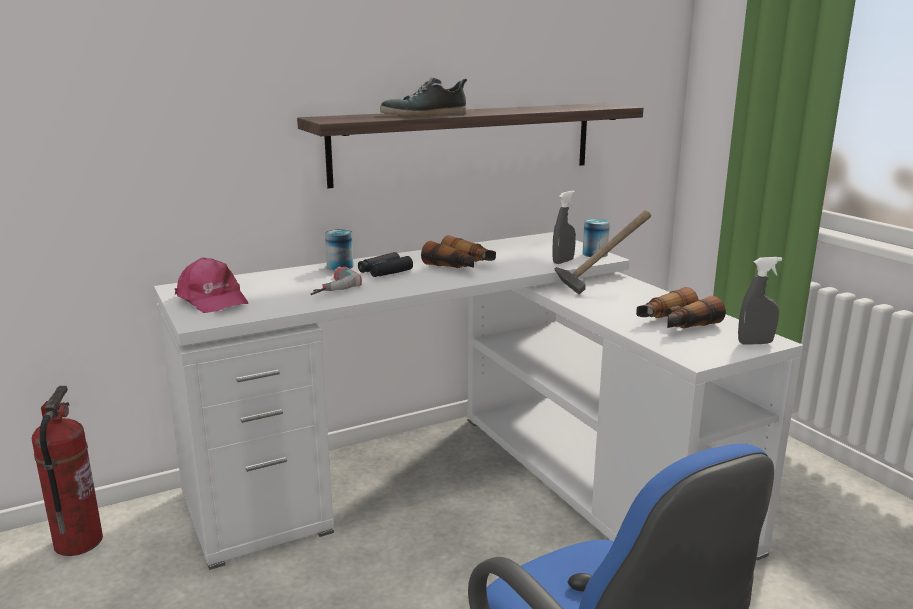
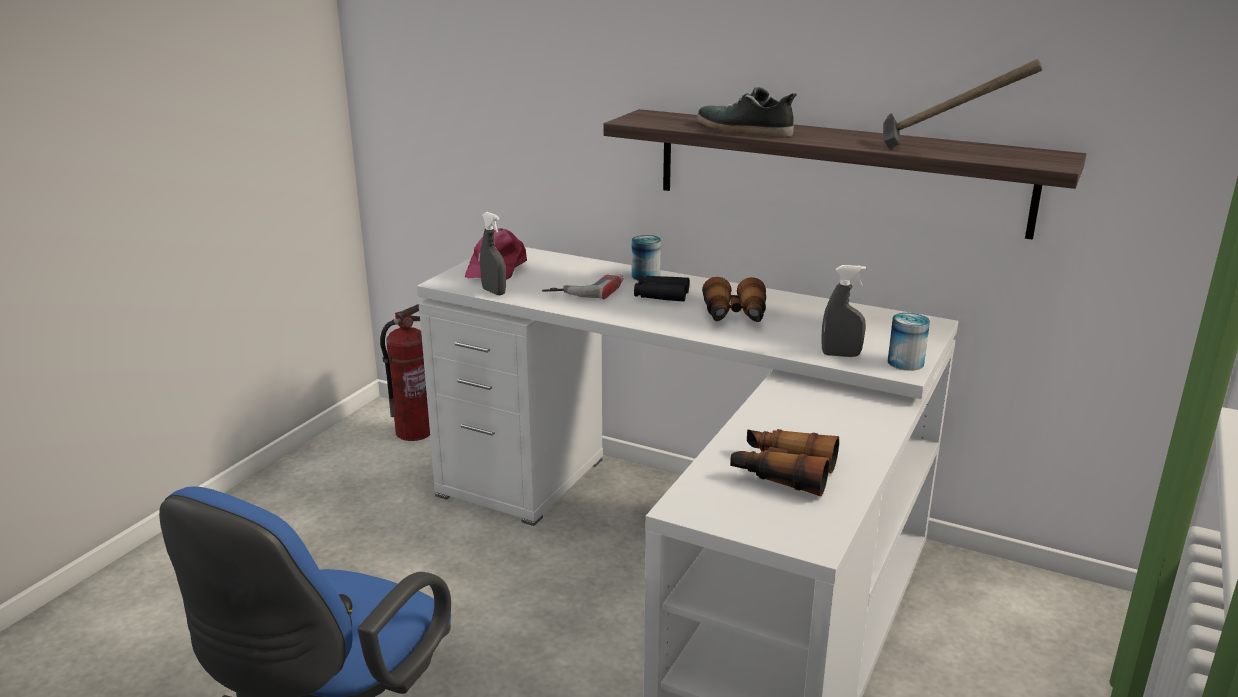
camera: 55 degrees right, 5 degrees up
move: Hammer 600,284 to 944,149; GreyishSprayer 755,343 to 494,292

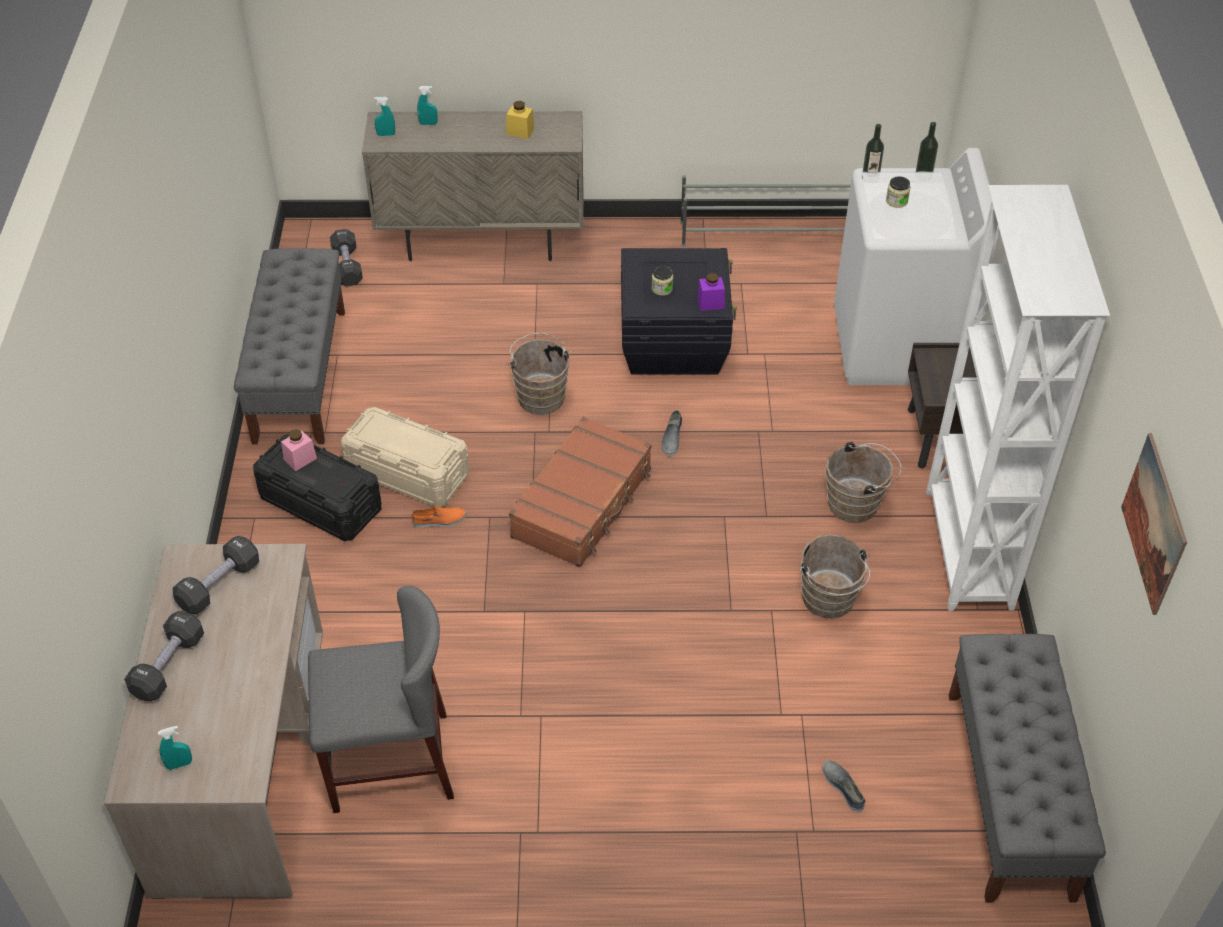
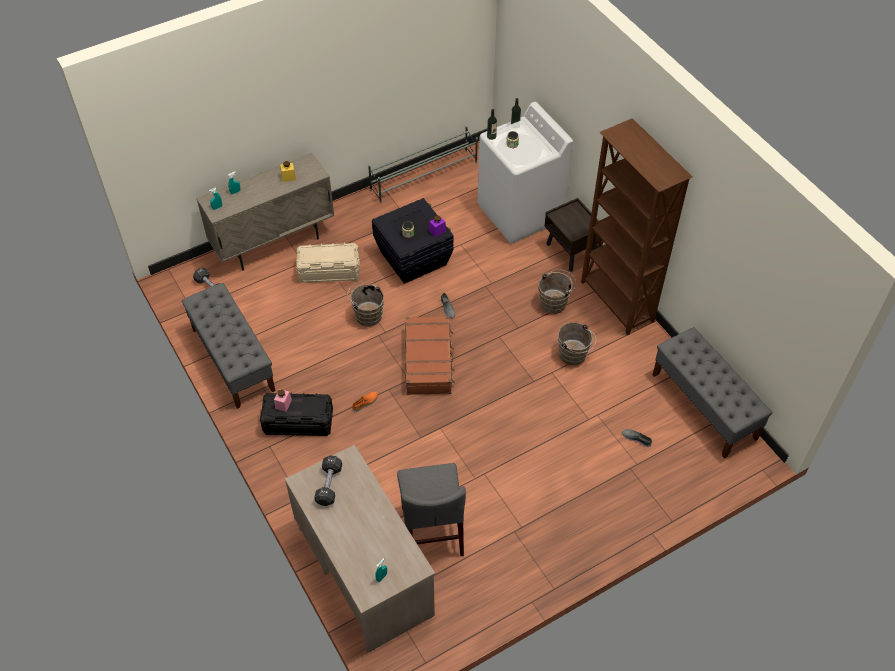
camera: 30 degrees left, 5 degrees up
delete: BlackDumbbell 168,666; Picture 1154,523
move: SandColouredStorageBox 407,472 to 329,271
recolor: WhiteColouredBookshelf 967,550 to BrownishBookshelf 616,302
rotate: GreyishChair 390,762 = 432,531 120 degrees clockwise

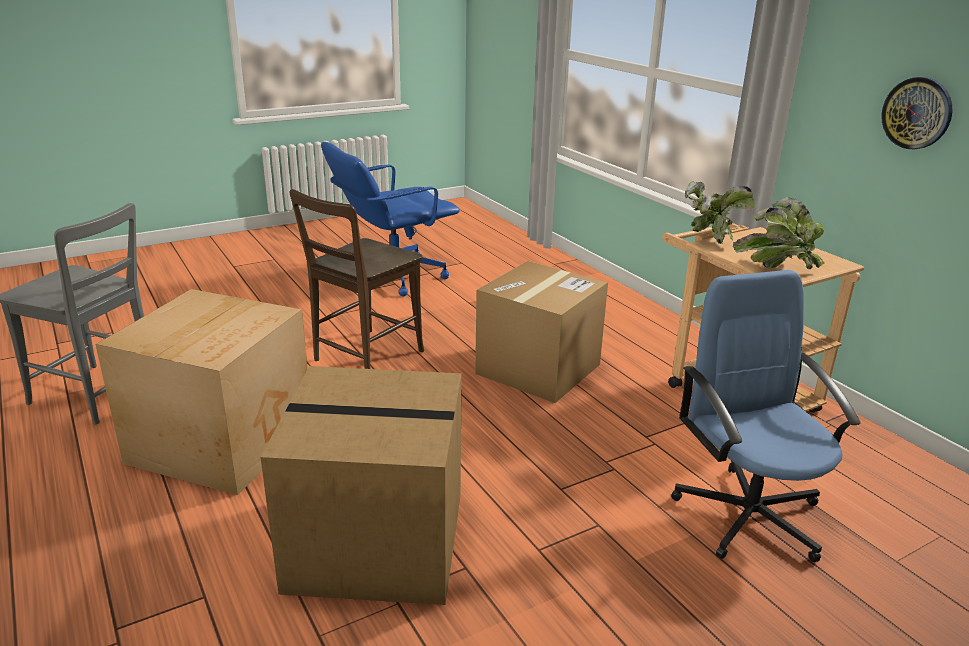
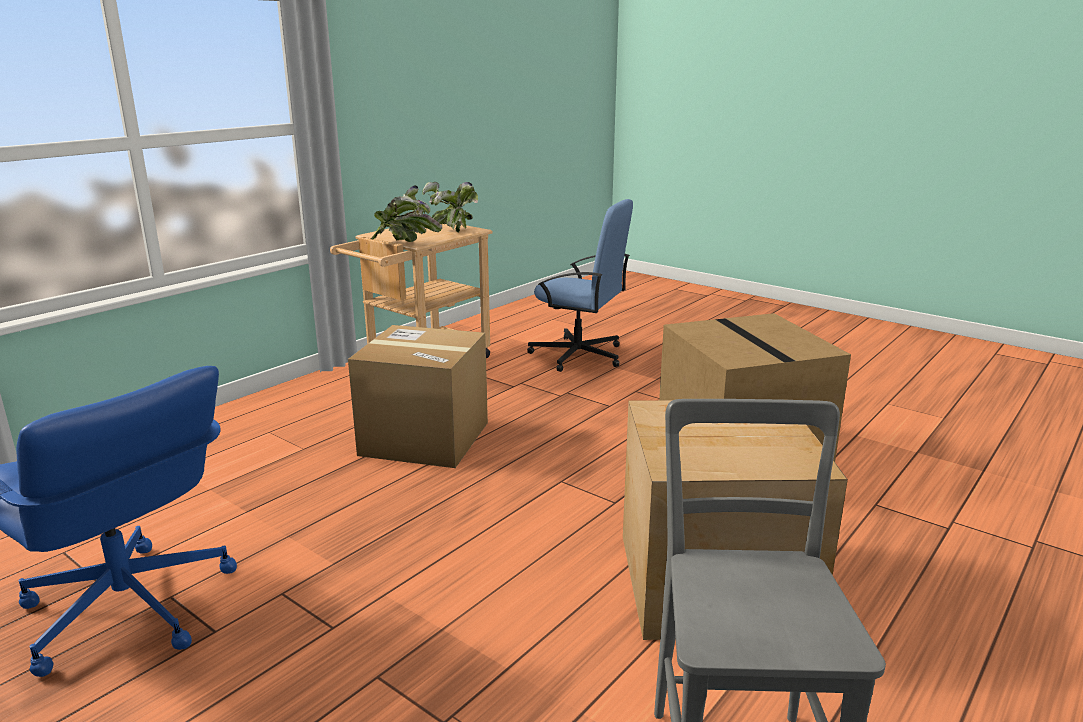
camera: 110 degrees left, 5 degrees down
delete: BrownishChair 364,358; ClockOnTheWall 917,113
rotate: BlueComputerChair 749,514 = 579,355 120 degrees counterclockwise

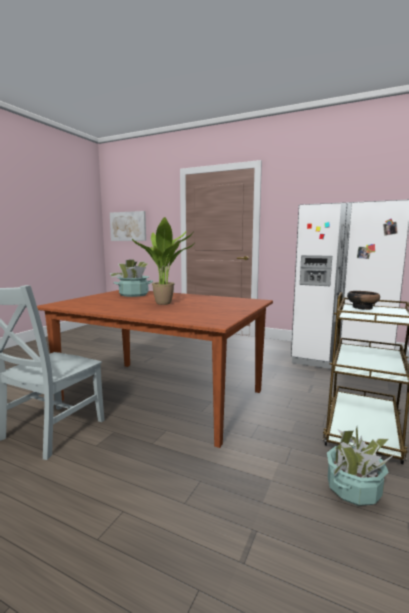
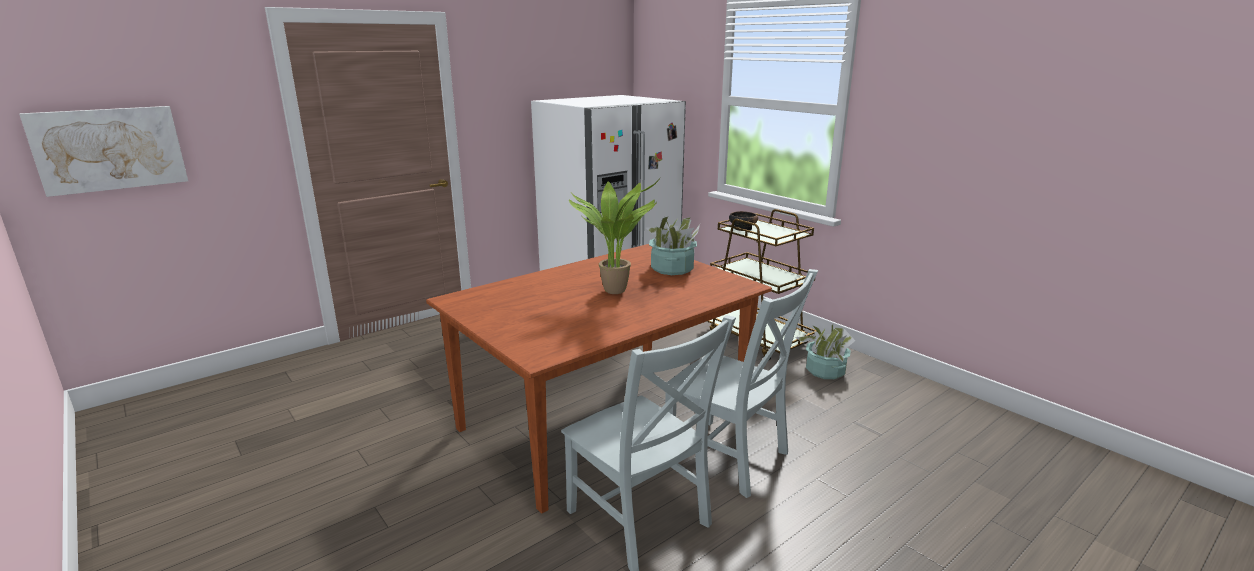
camera: 65 degrees left, 10 degrees up
insert: GreyishChair 730,458
move: Houseplant 134,294 to 672,269

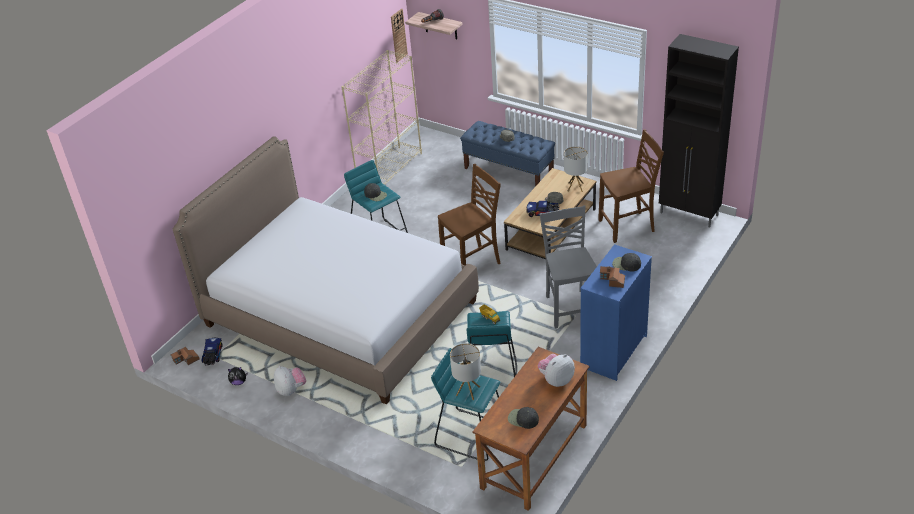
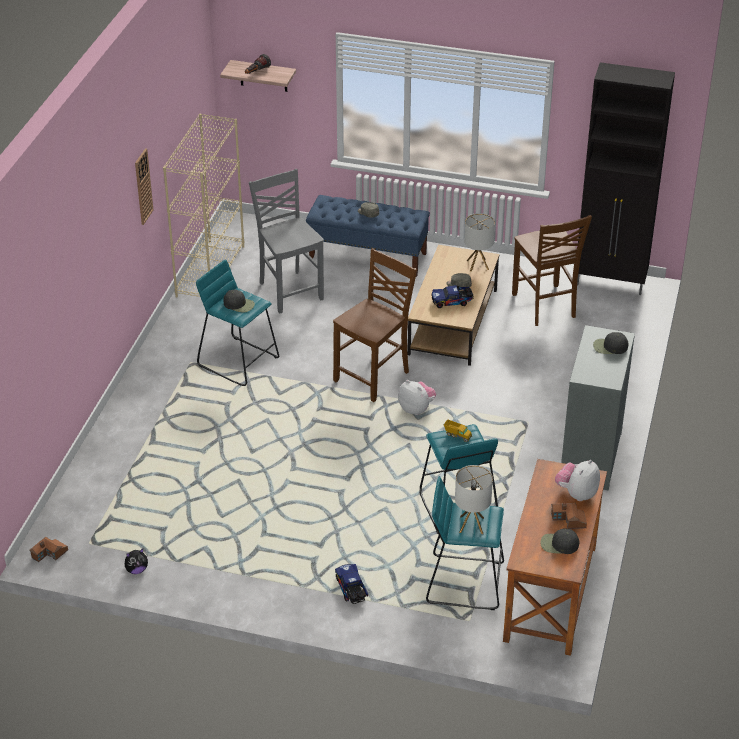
camera: 20 degrees left, 0 degrees up
delete: BedroomBed 340,313
move: ToyTruck 212,356 to 351,590; CuddlyToy 291,390 to 416,409; ClockOnTheWall 398,35 to 143,186; GreyishChair 569,308 to 290,291; ModelHouse 612,280 to 568,520
recolor: BlueDresser 613,351 to GreyishDresser 590,457
rotate: BrownishChair 628,226 = 545,306 105 degrees clockwise

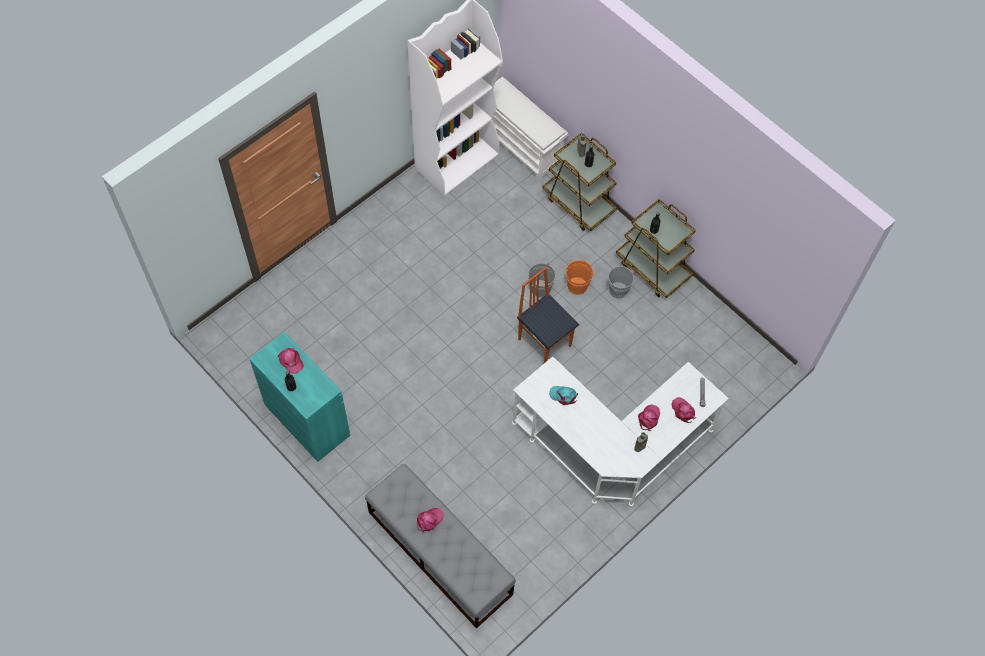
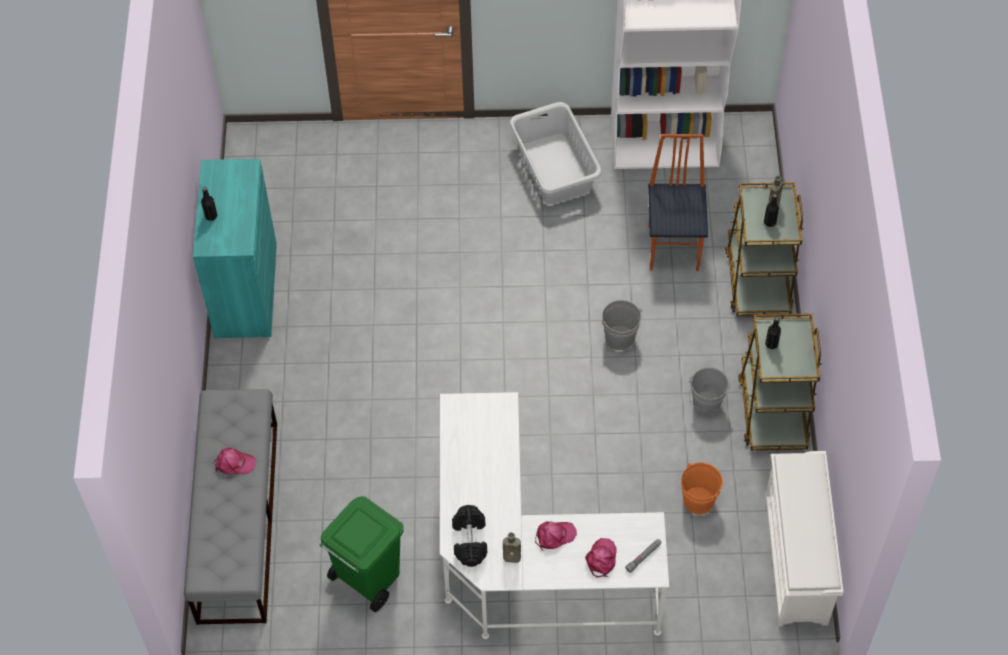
camera: 45 degrees right, 5 degrees down
delete: PinkColouredCap 291,361; BlueGreenCap 563,396
insert: GreenColouredRubbishBin 367,579; BlackDumbbell 469,540; GreyishHamper 555,168
move: WhiteColouredShoeStand 521,146 to 797,561; Chair 544,342 to 674,247; OrangeyPail 577,286 to 698,501

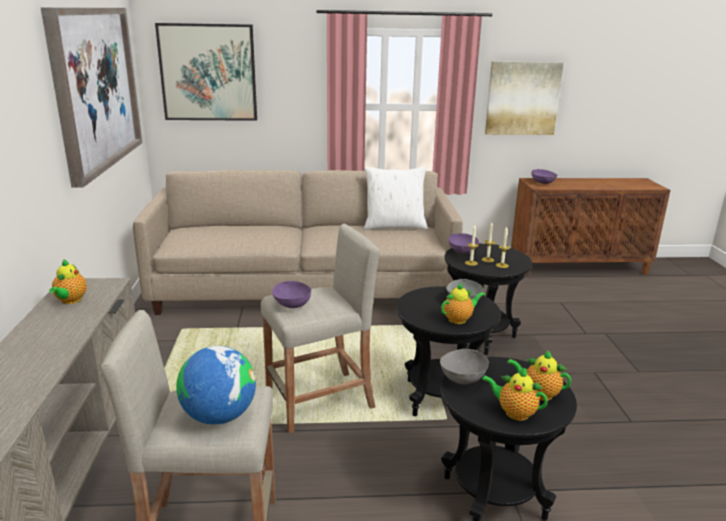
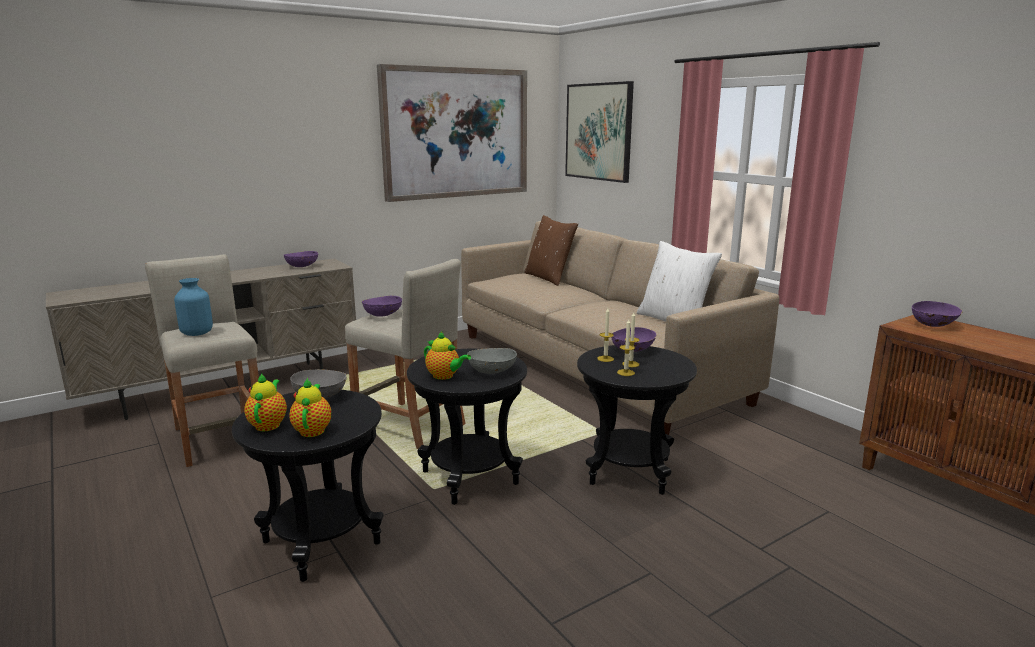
camera: 60 degrees right, 5 degrees down
delete: Picture 522,98
insert: BrownishThrowPillow 549,278
replace: Teapot 70,301 to PurplishBowl 302,266; Globe 219,416 to BlueFlowerVase 196,333

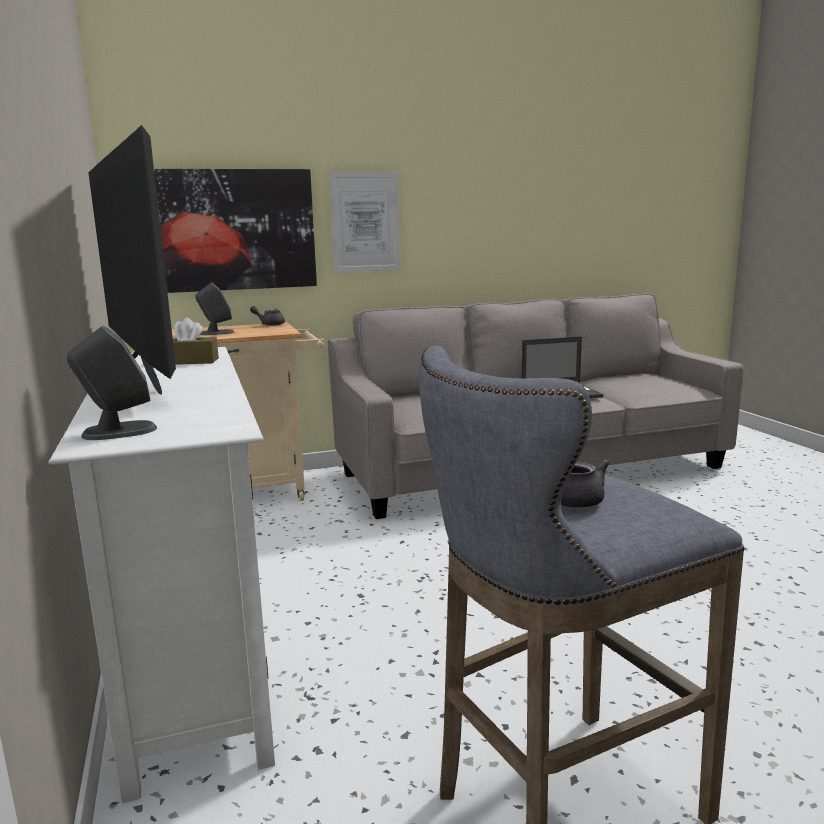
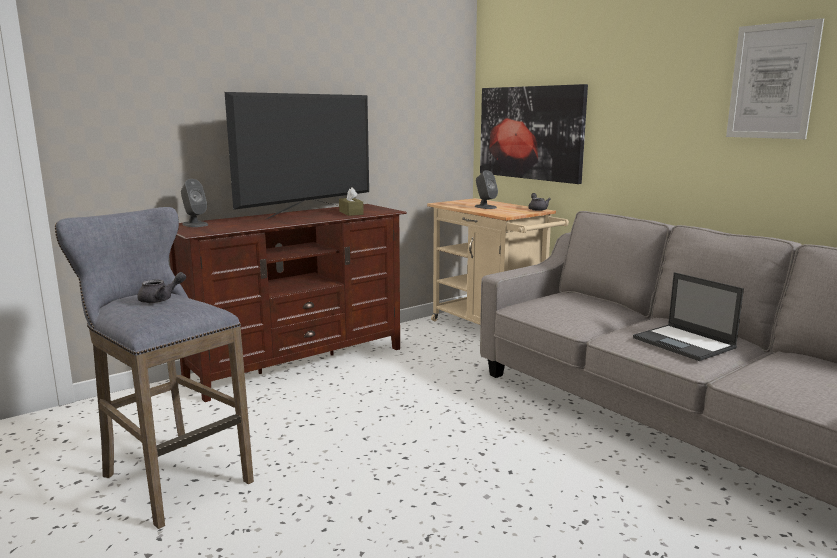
camera: 70 degrees right, 0 degrees up
move: Picture 365,222 to 772,81
recolor: WhiteColouredTvUnit 193,645 to BrownishTvUnit 297,363

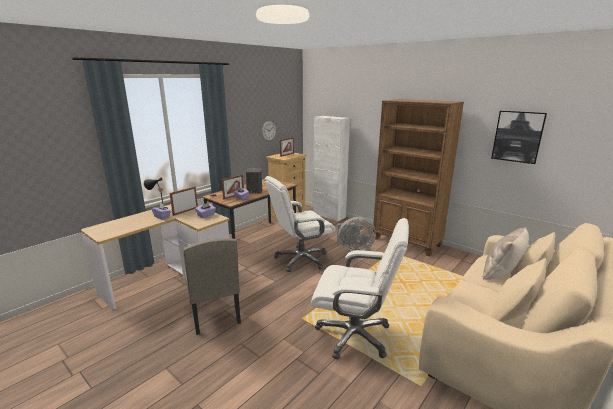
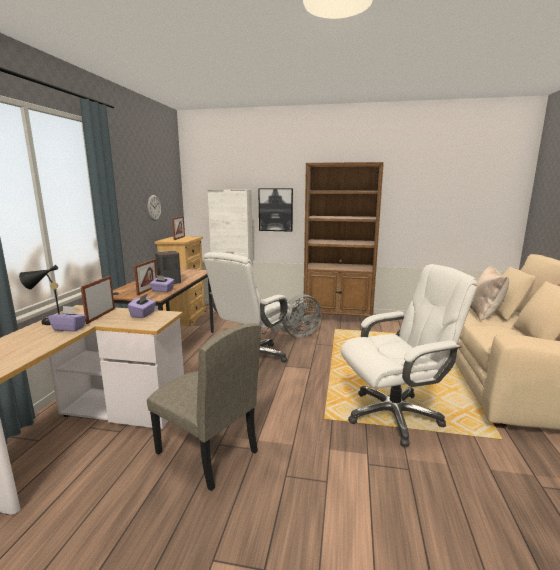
camera: 30 degrees left, 5 degrees down
move: Picture 517,136 to 275,209

